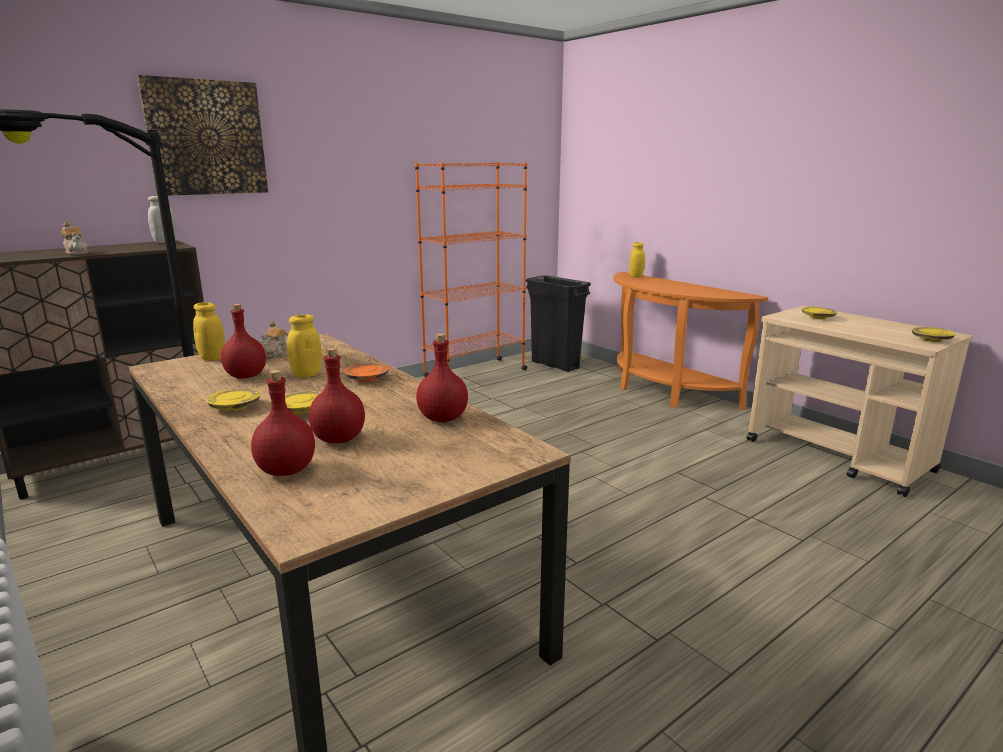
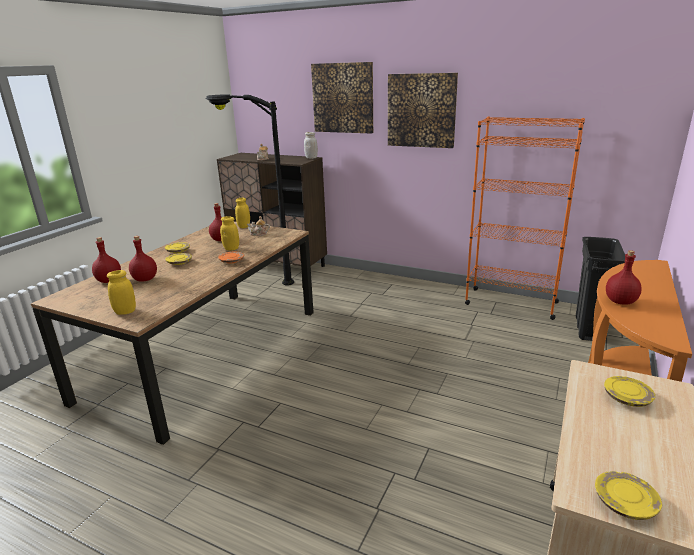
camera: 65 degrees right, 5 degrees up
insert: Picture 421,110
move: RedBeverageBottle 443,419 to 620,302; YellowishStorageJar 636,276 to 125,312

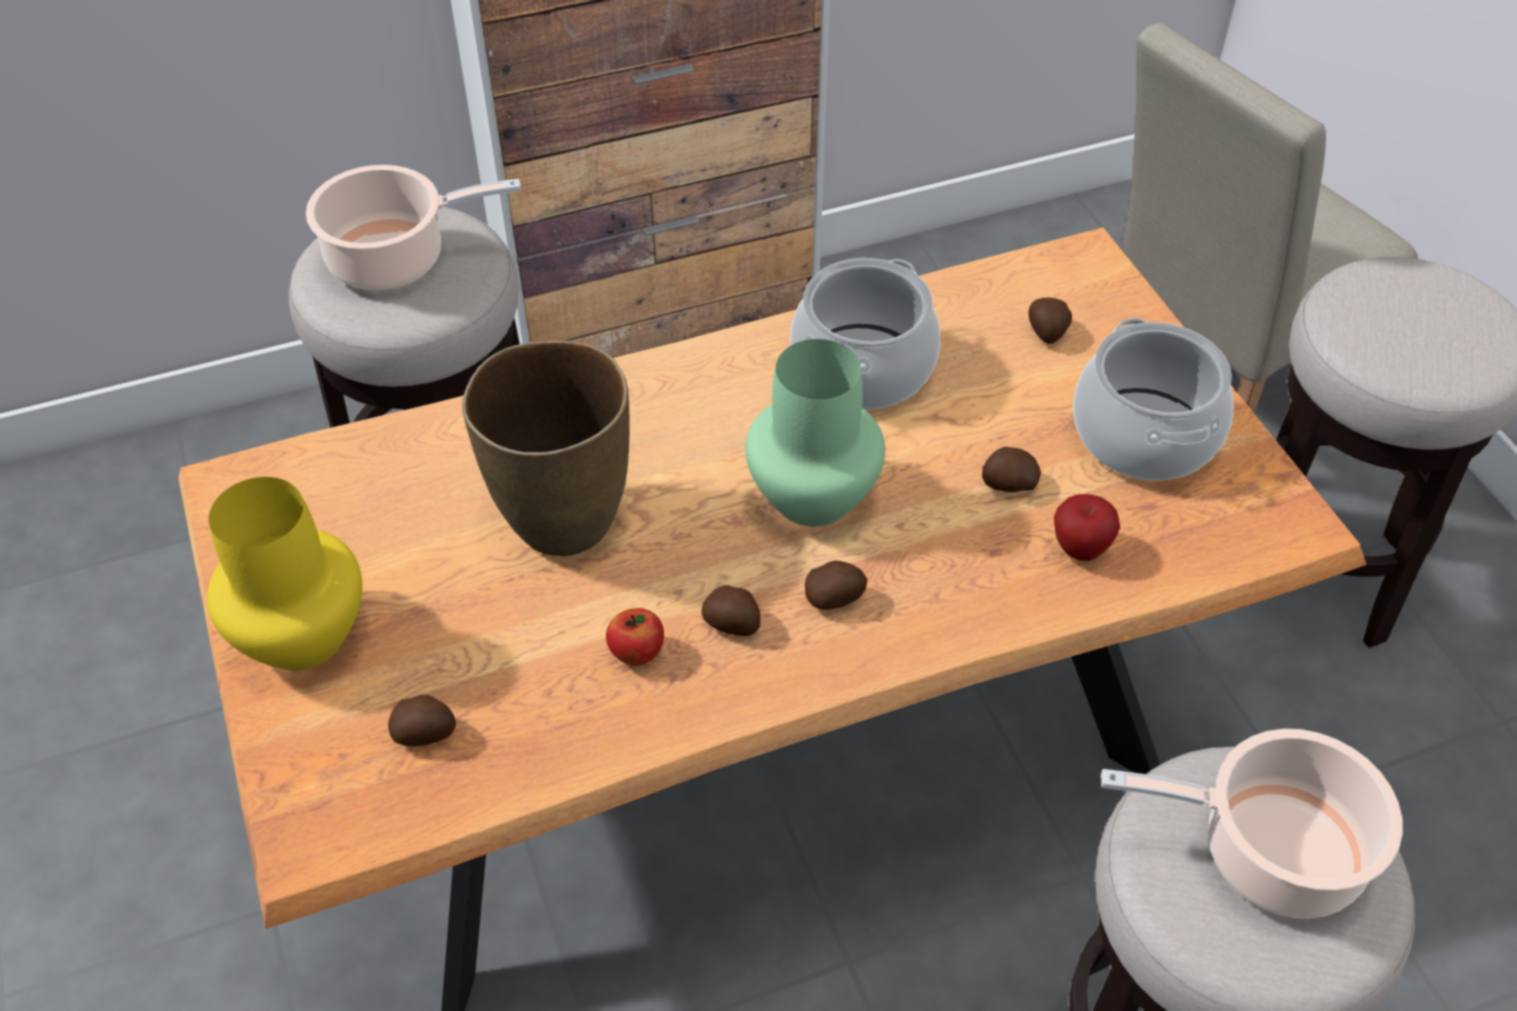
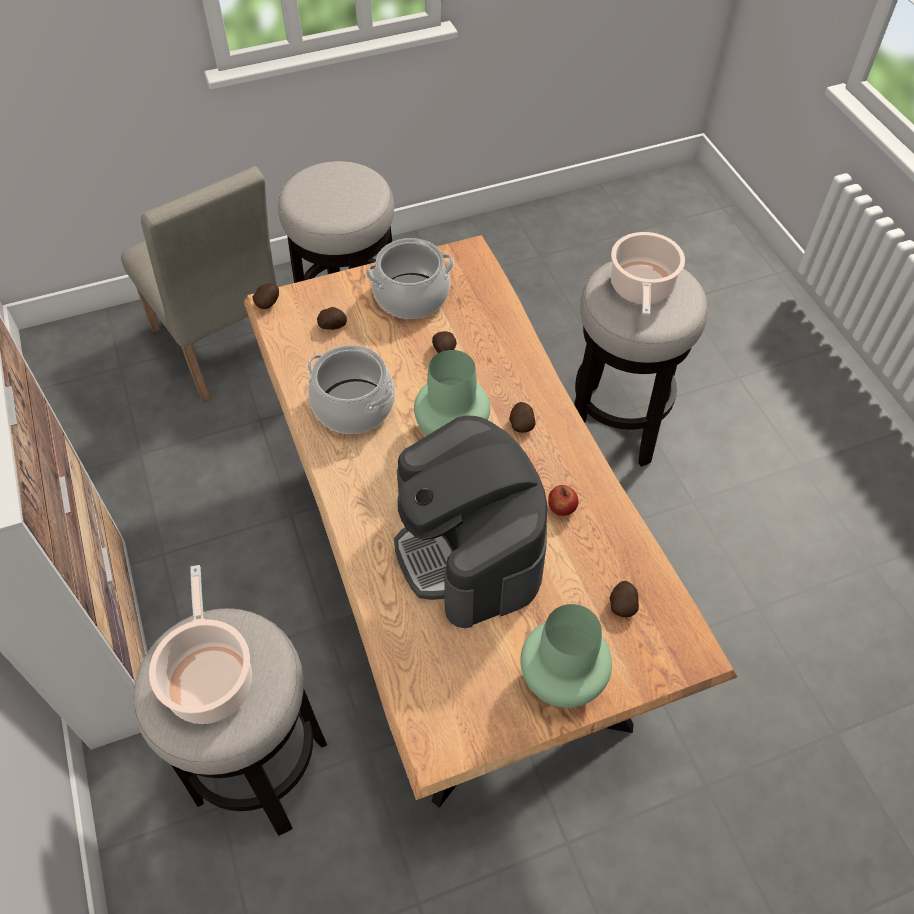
camera: 90 degrees left, 5 degrees up
delete: Apple 1080,549
move: WholePotato 733,624 to 268,303
replace: BrownishFlowerVase 562,520 to CoffeeMachine 469,549
recolor: YellowishFlowerVase 300,635 to GreenColouredFlowerVase 560,681

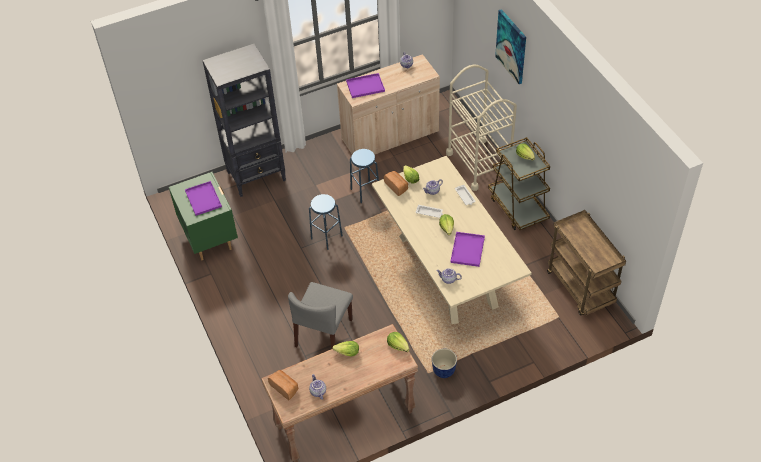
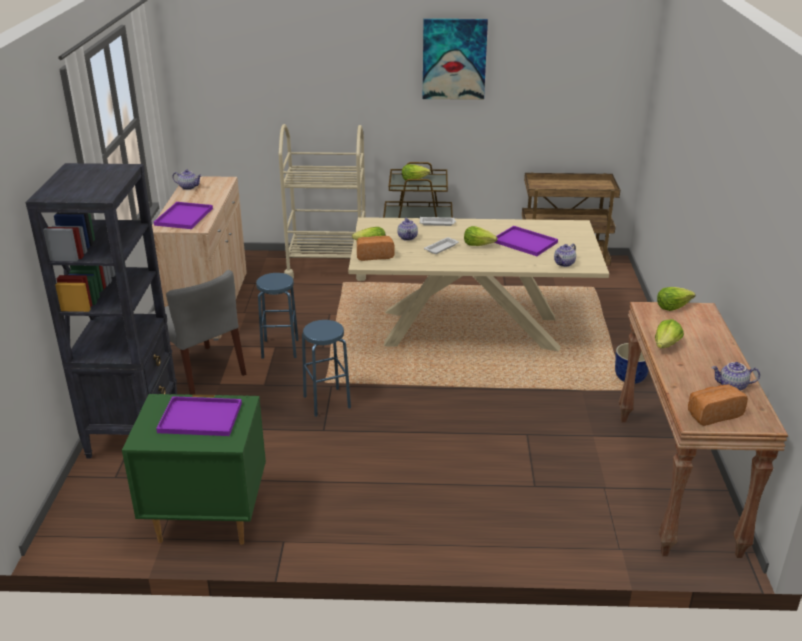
camera: 65 degrees left, 20 degrees down
move: GreyishChair 324,333 to 201,371; Picture 511,46 to 454,59

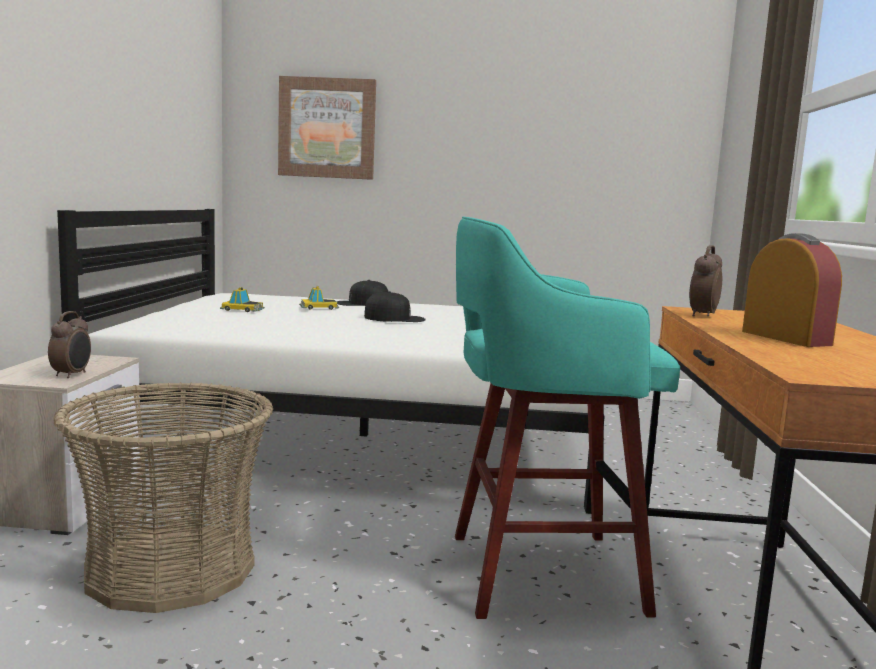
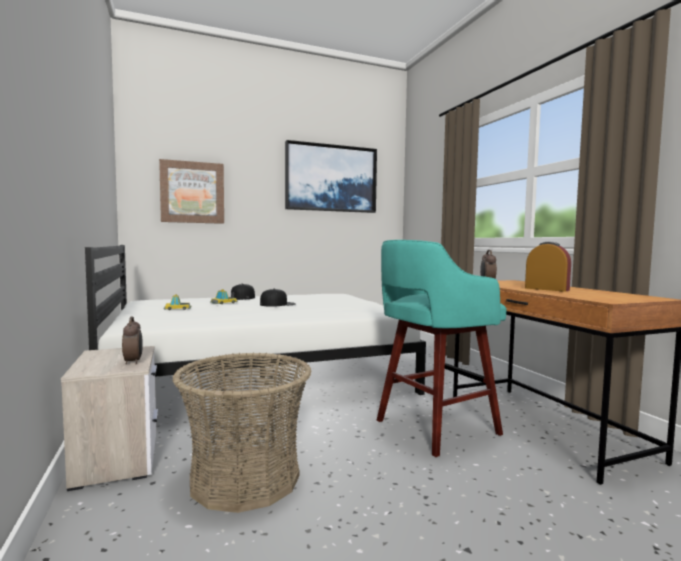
camera: 25 degrees left, 5 degrees down
insert: Picture 331,178

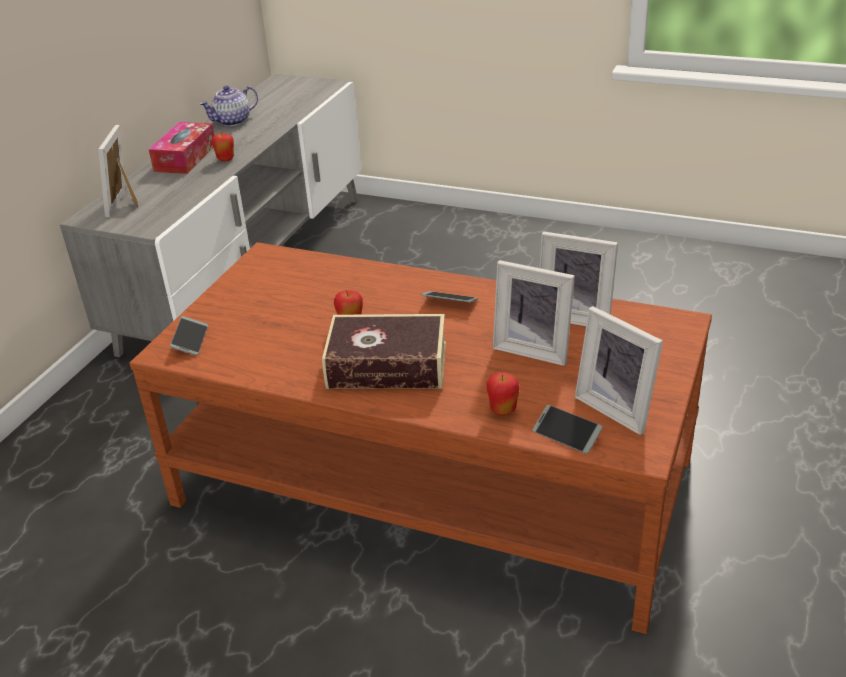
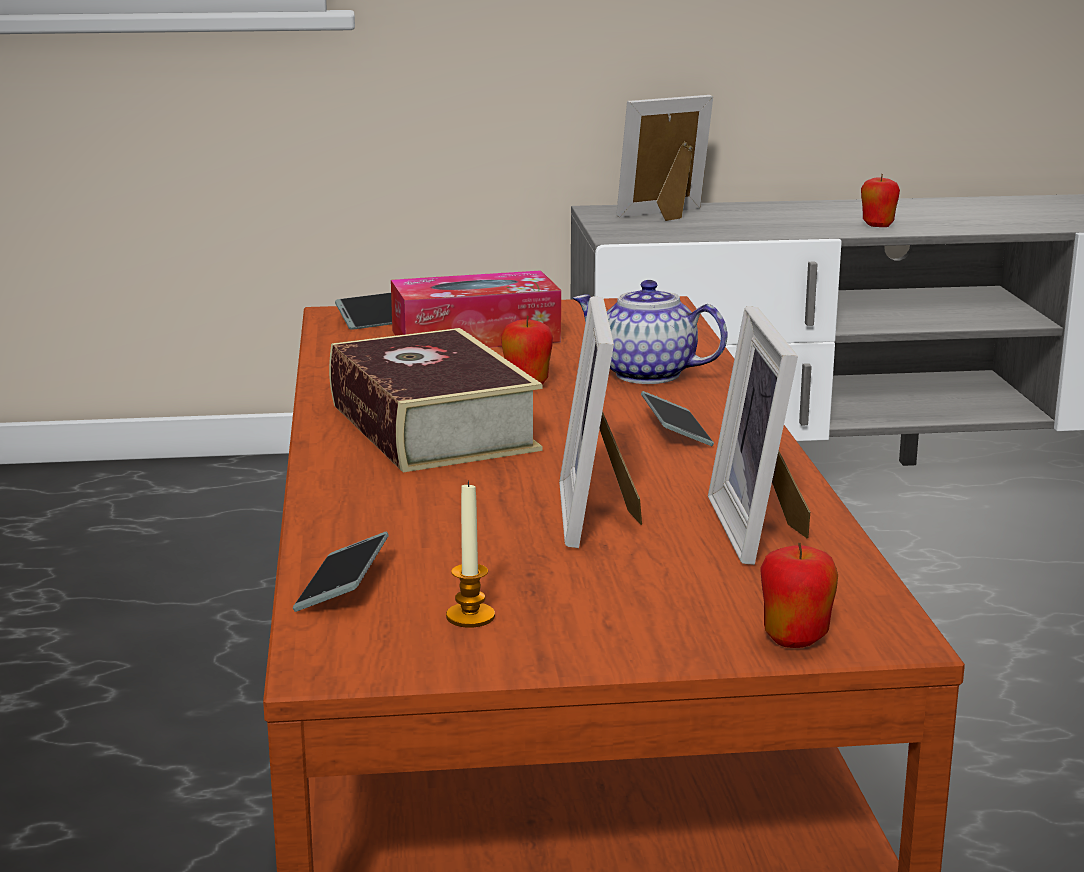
camera: 60 degrees right, 15 degrees down
move: BoxOfTissues 185,158 to 475,336; Teapot 232,121 to 645,374; Apple 502,410 to 795,639
replace: PictureFrame 618,408 to WaxCandle 470,616

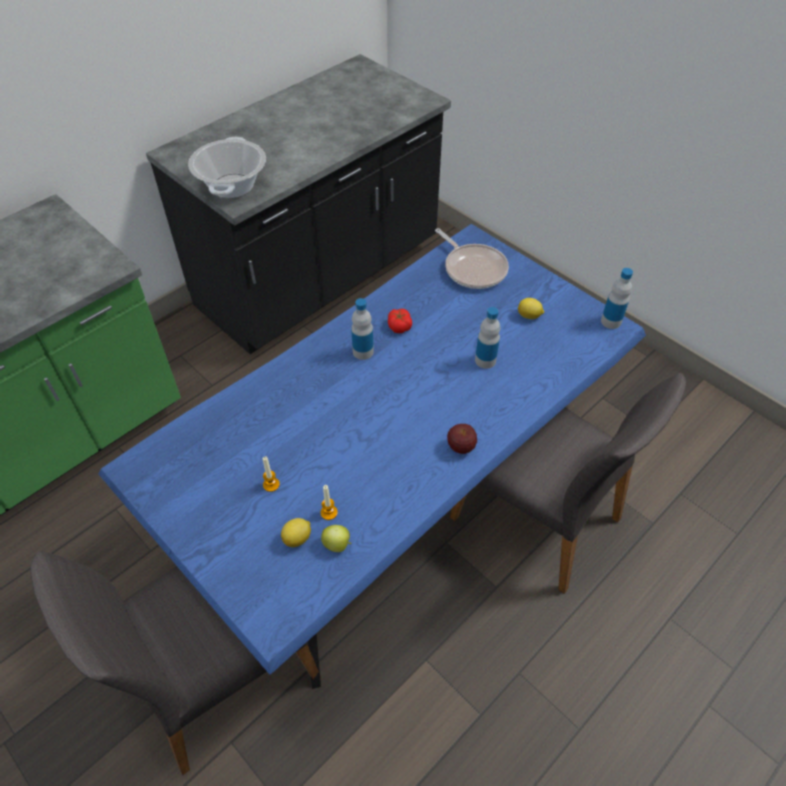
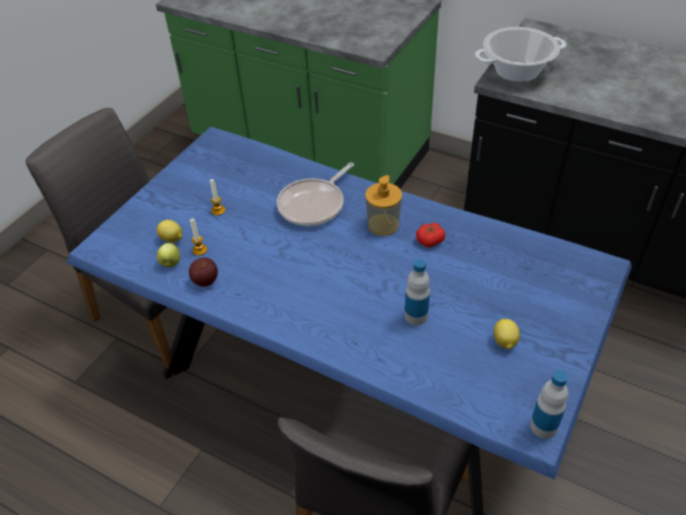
camera: 75 degrees right, 5 degrees down
move: Pan 473,268 to 314,204; Apple 461,447 to 205,281
replace: BeverageBottle 363,352 to SoapDispenser 383,224

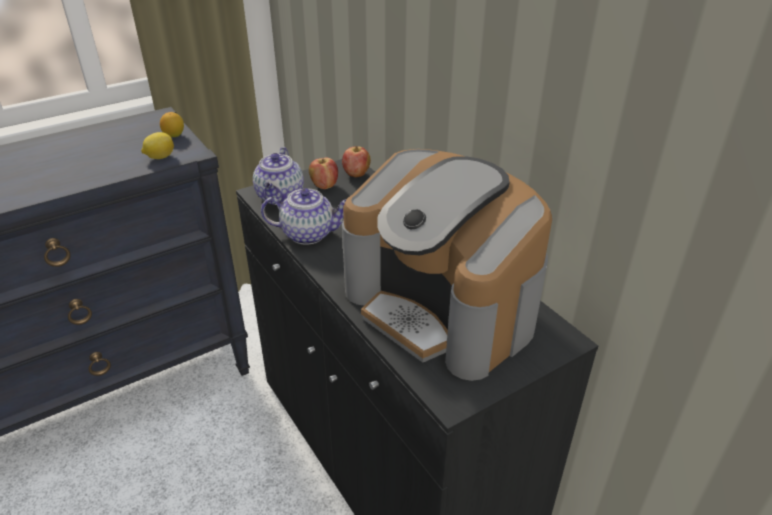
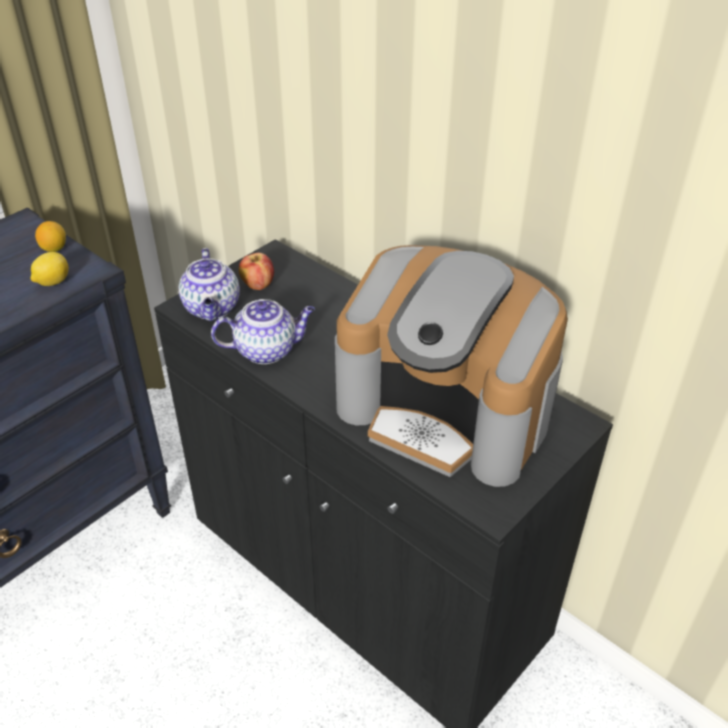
camera: 15 degrees left, 5 degrees up
delete: Apple 356,174

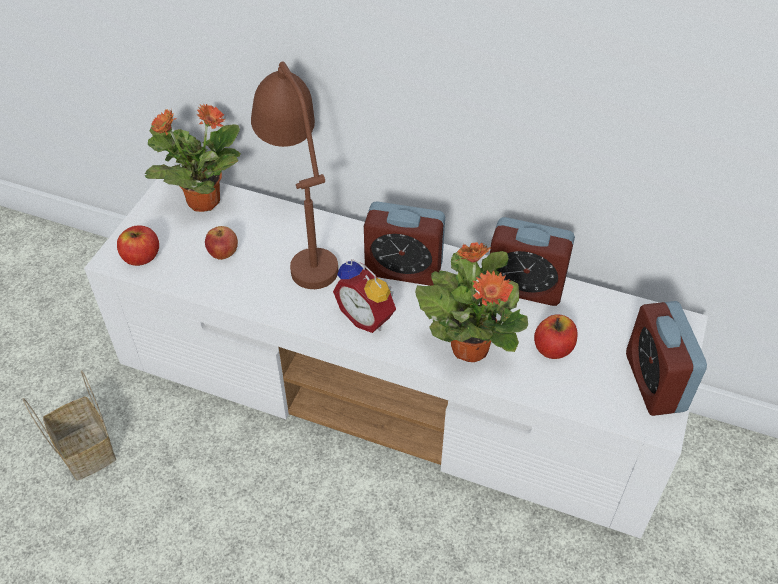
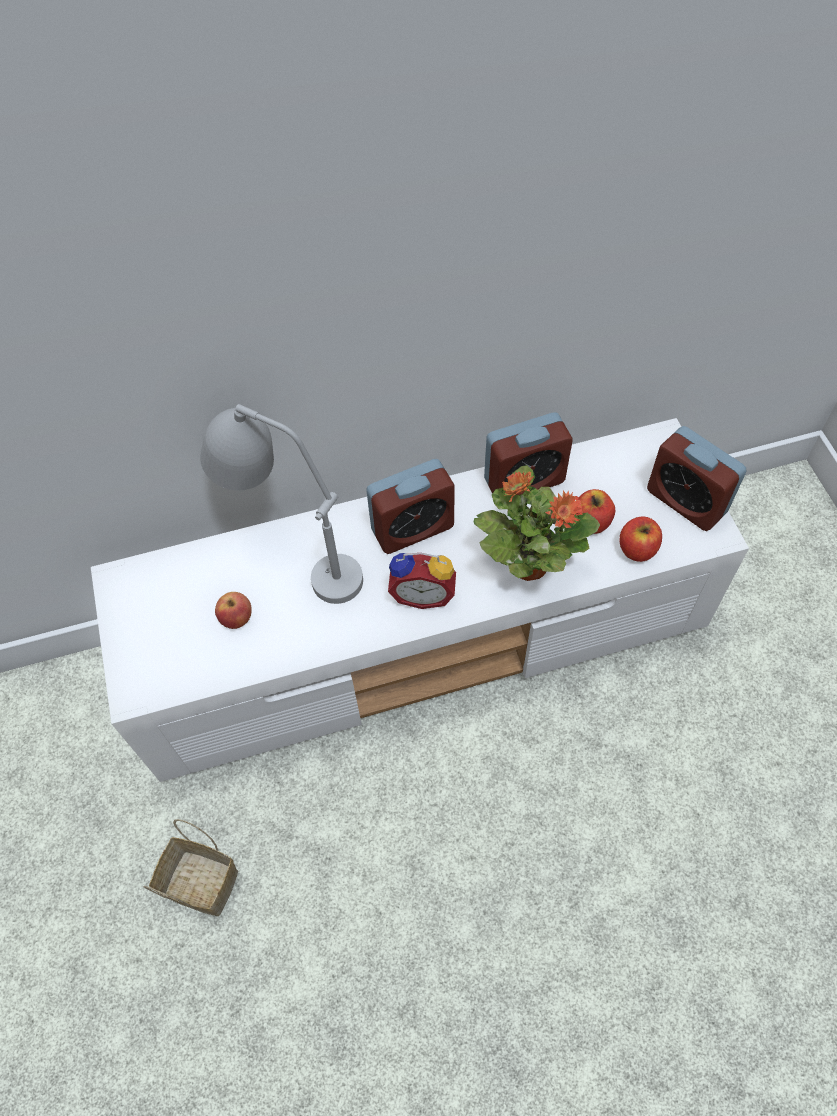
camera: 35 degrees left, 10 degrees up
delete: Houseplant 202,201
move: Apple 141,257 to 637,549
recolor: BrownishTableLamp 301,235 to GreyishTableLamp 292,553

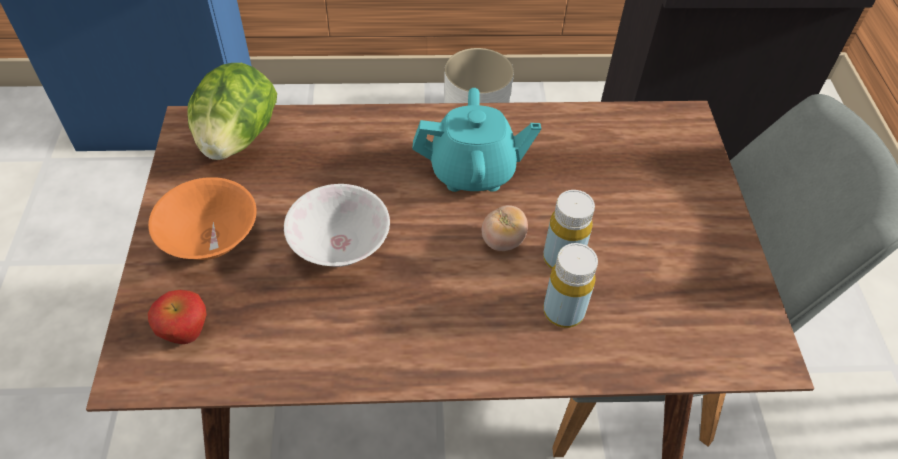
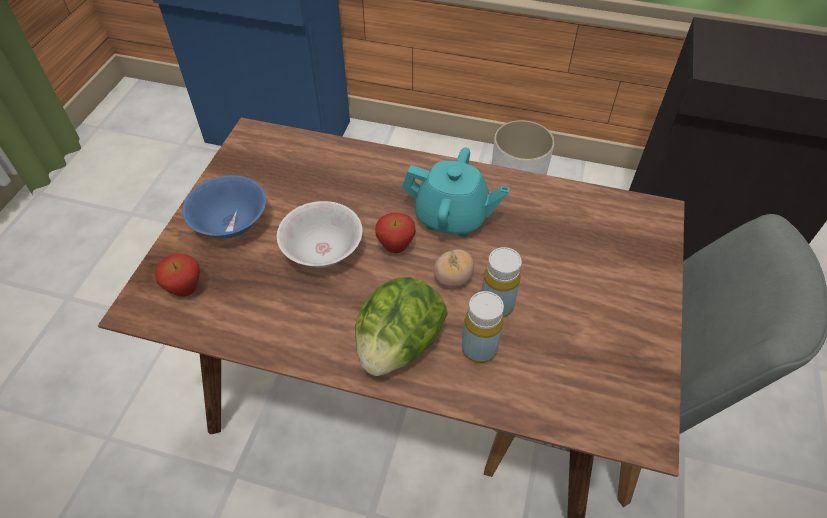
camera: 20 degrees right, 0 degrees up
insert: Apple 396,247
move: Lettuce 237,139 to 398,345
recolor: OrangeyBowl 210,240 to BlueBowl 230,224

